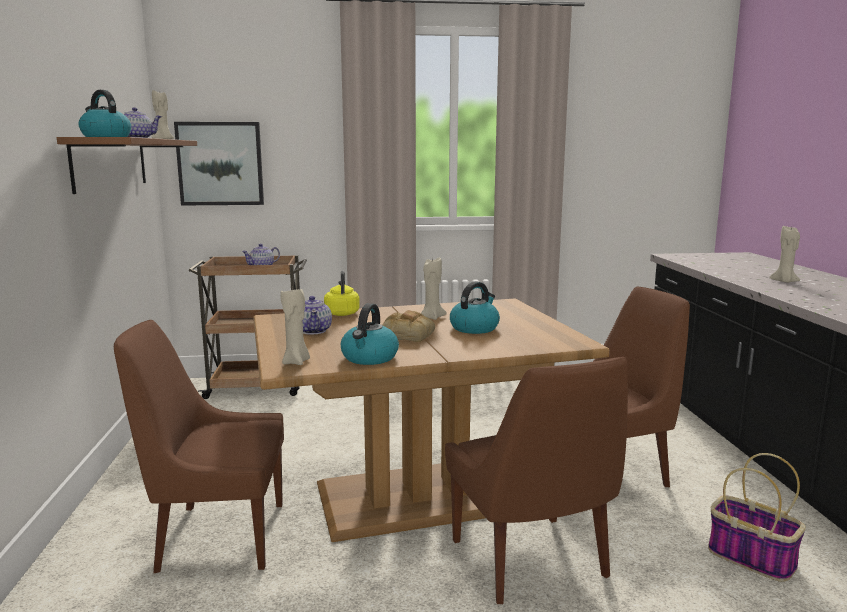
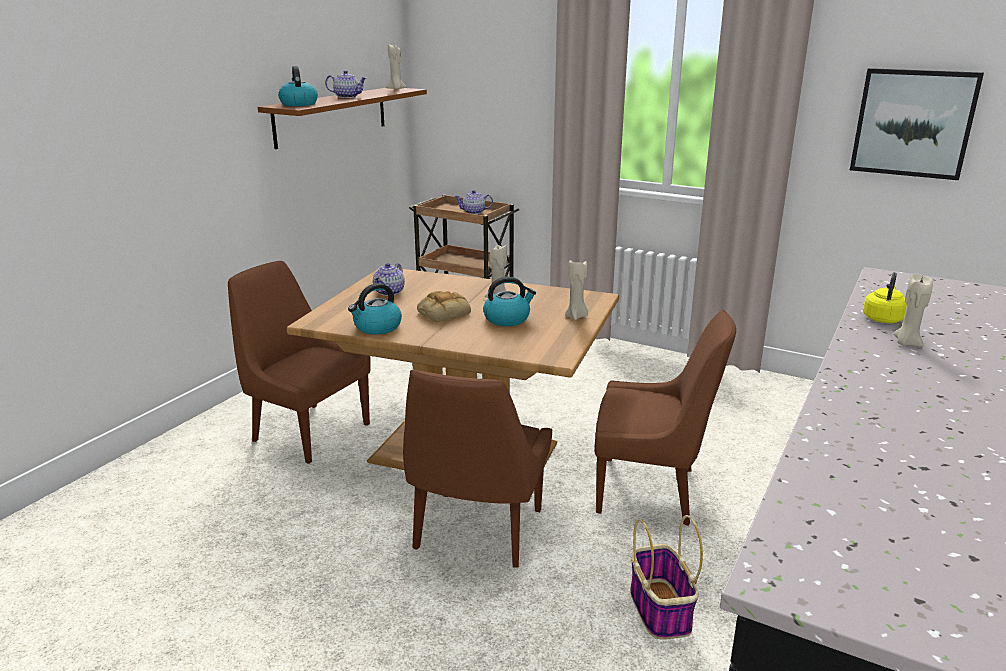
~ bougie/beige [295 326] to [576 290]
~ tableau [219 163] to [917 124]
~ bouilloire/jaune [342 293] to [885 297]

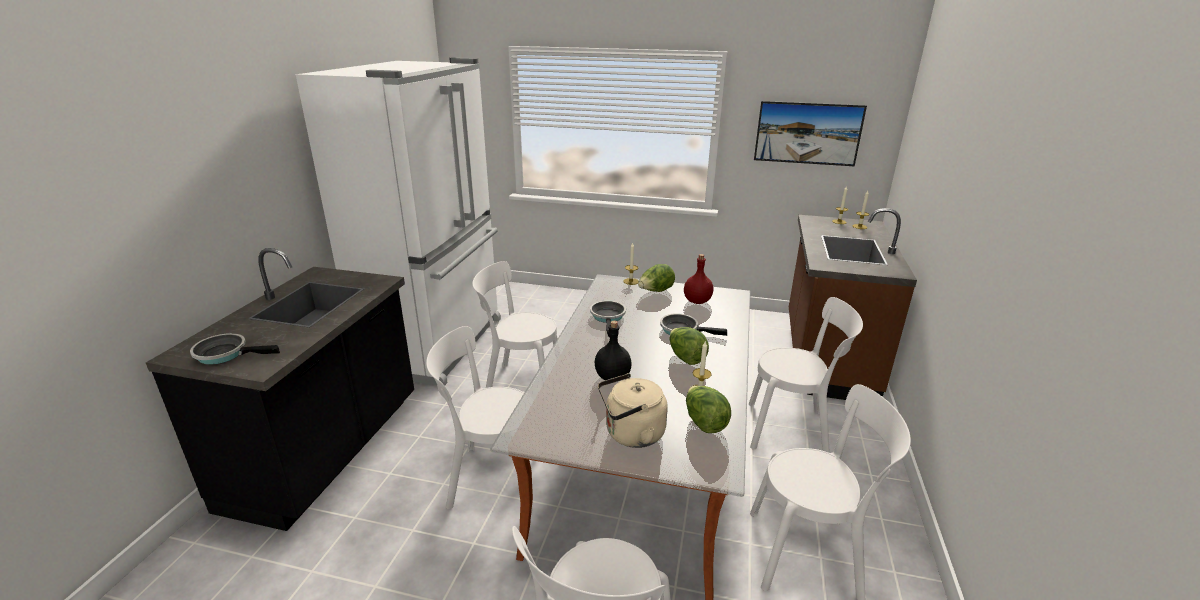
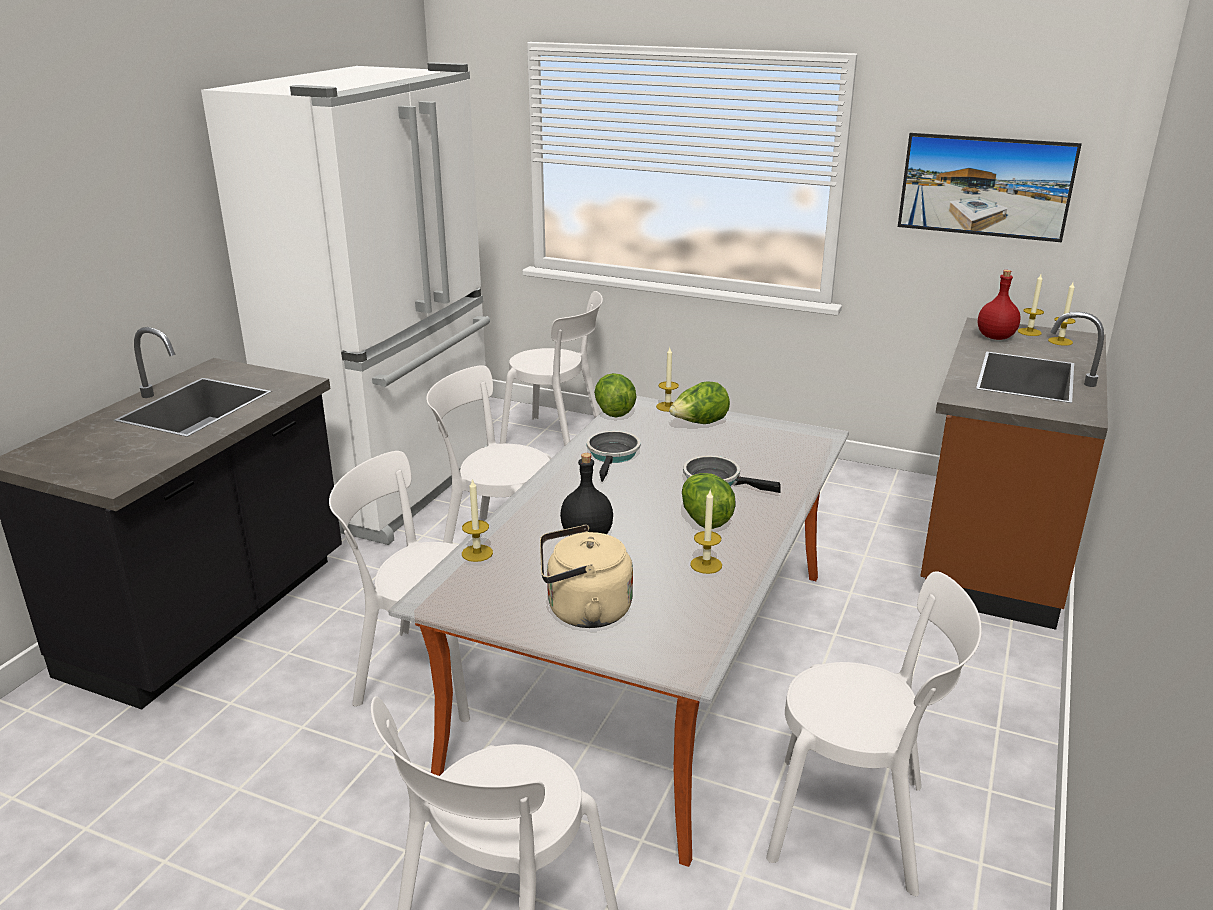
+ bougie [477 520]
~ chaise/blanc [806 375] to [551 368]
~ laitue [708 409] to [615 395]
~ bouteille/rouge [698 279] to [999 305]
- poêle [235 349]

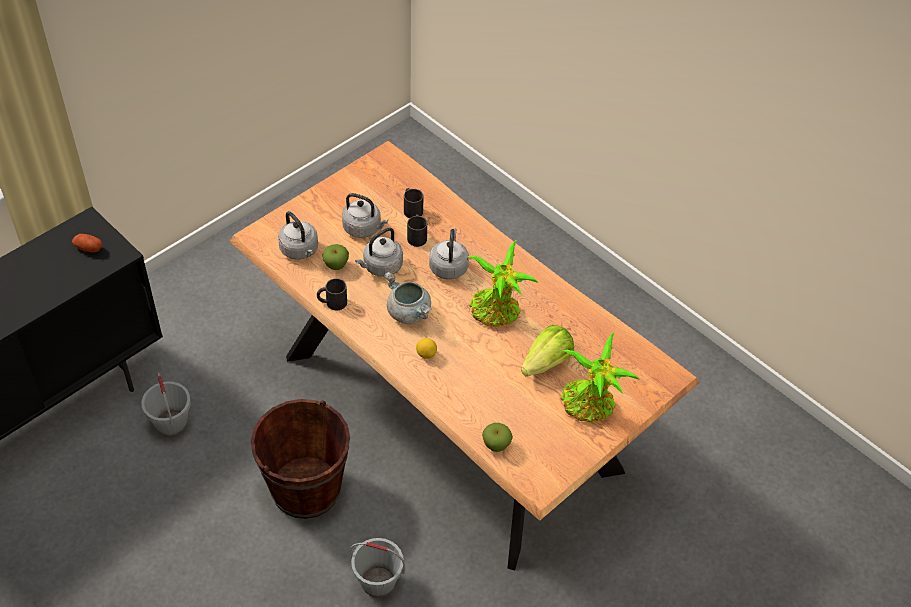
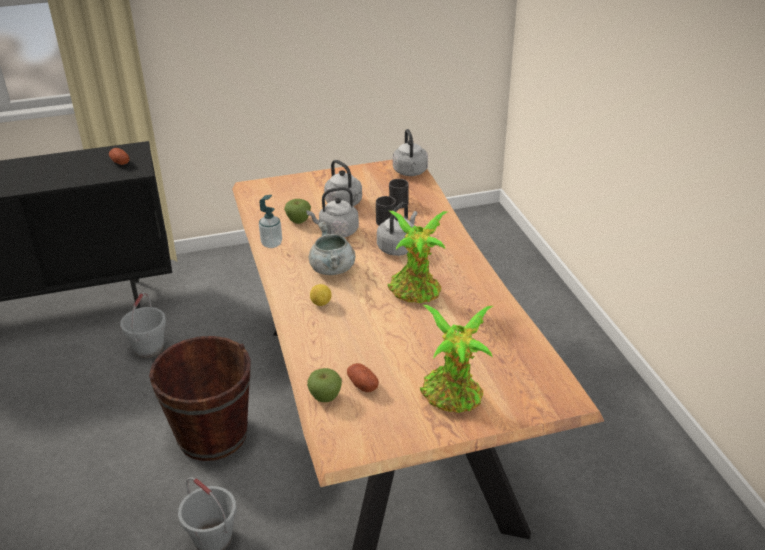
~ mug/noir [332 294] to distributeur de savon [270 221]
+ pomme de terre [363 377]
~ bouilloire/gris [298 235] to [410 152]
- laitue [547 350]

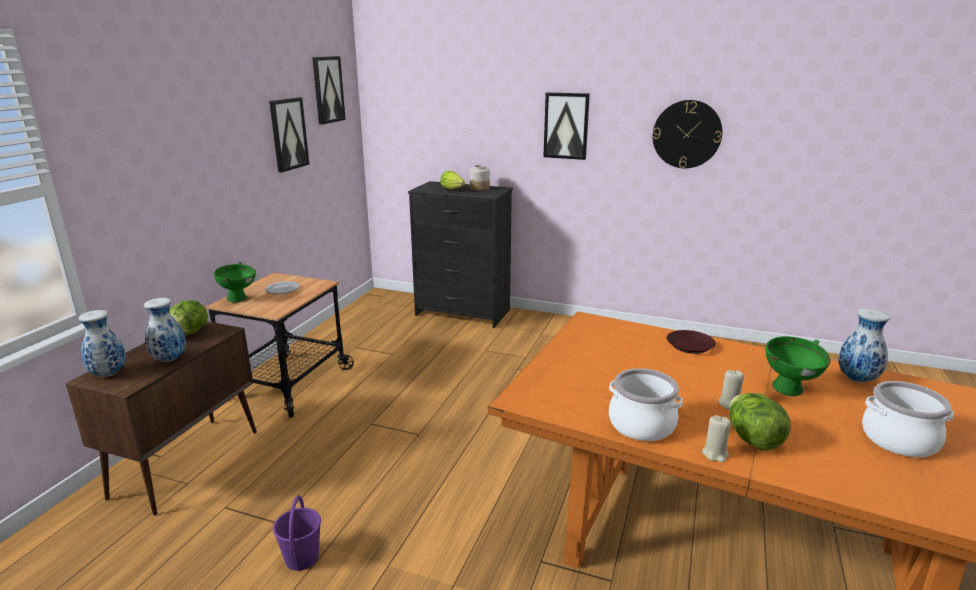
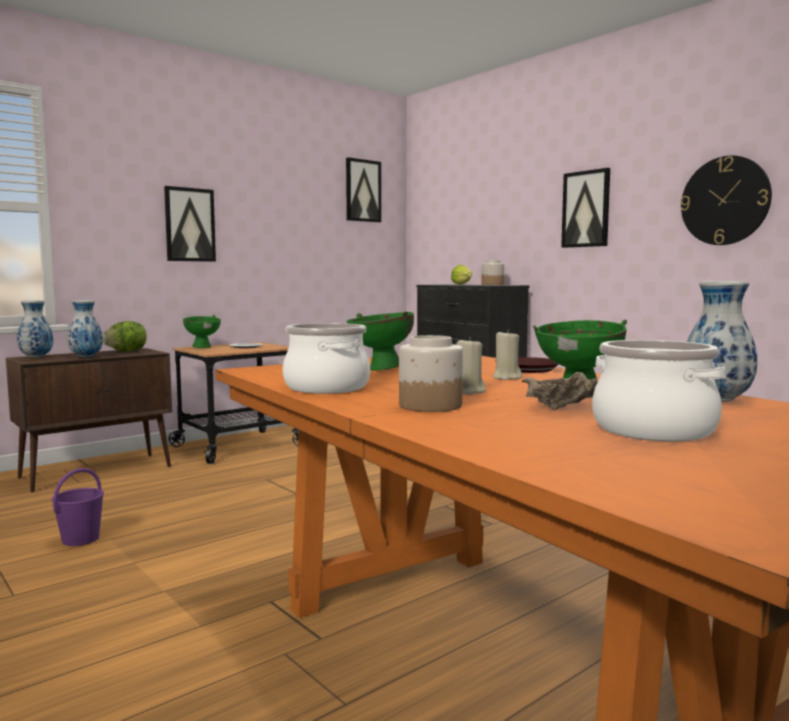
~ tableau [289 134] to [190 224]
+ bol/vert [380 341]
~ laitue [760 421] to bocal [431 373]
~ bougie/beige [716 439] to [507 354]
+ bol/beige [560 391]

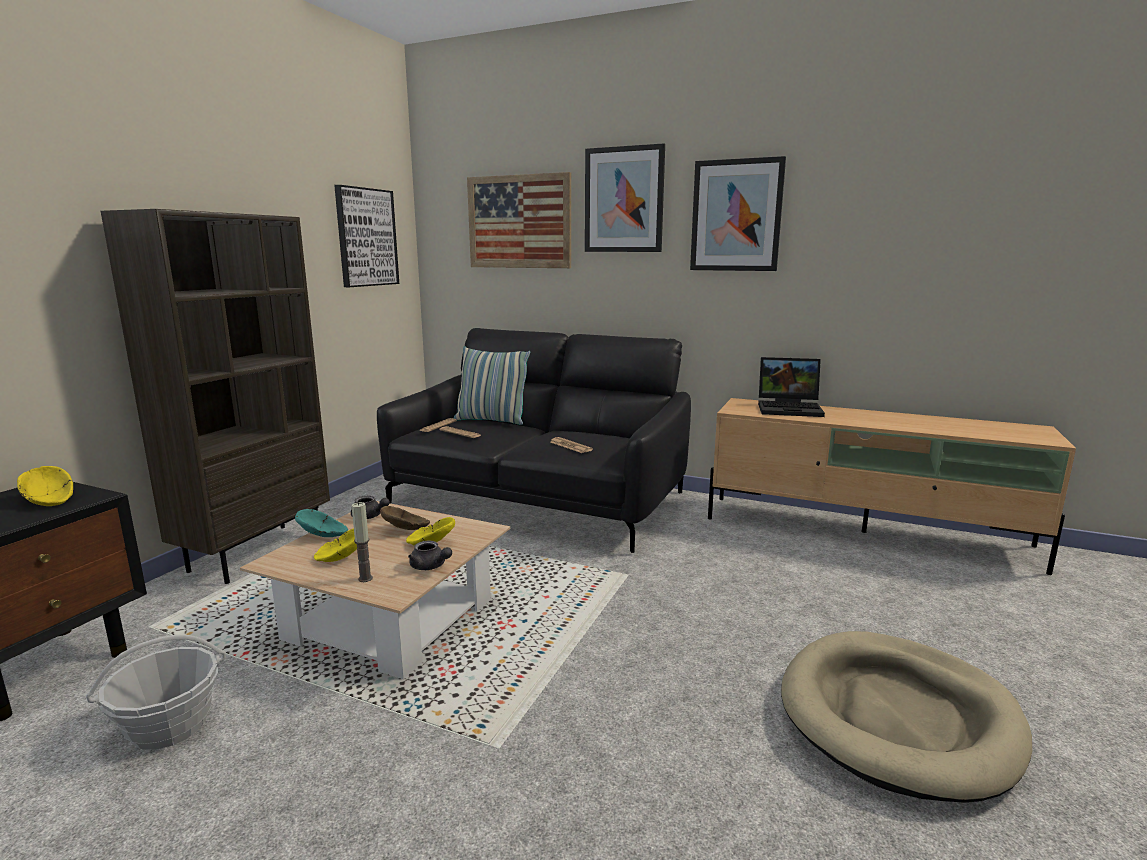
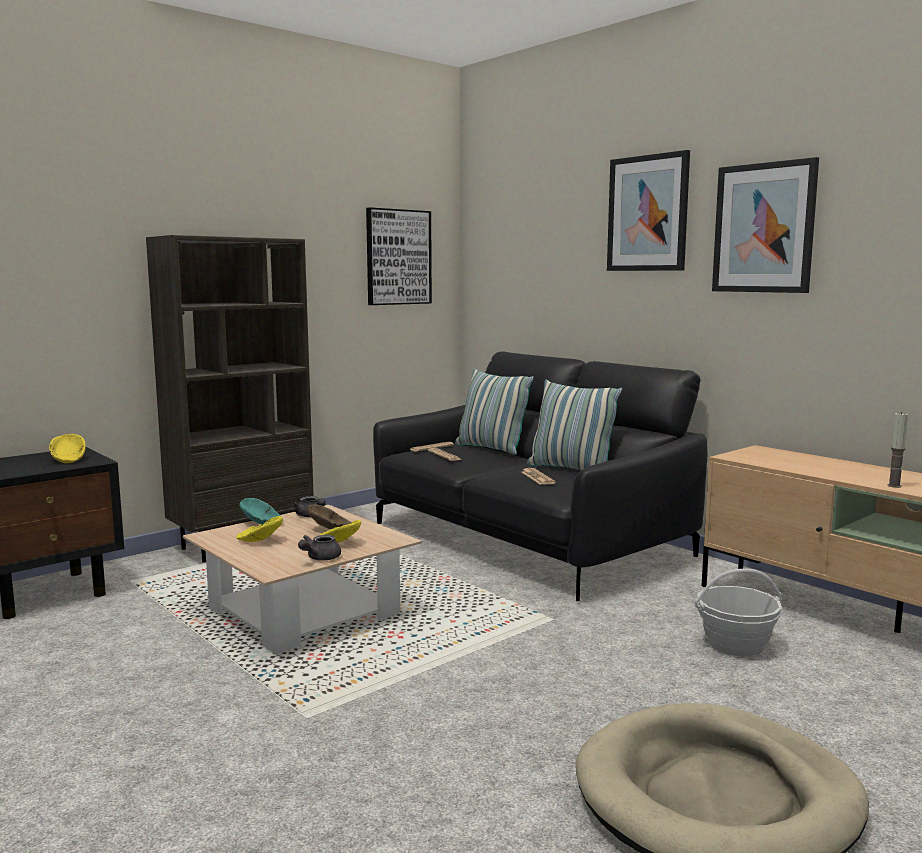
~ théière/gris [430 555] = [319 548] 60 degrees clockwise
+ coussin [574 425]
~ panier [156 692] to [738 612]
~ bougie [362 542] to [897 450]
- tableau [519 220]
- ordinateur portable [791 387]

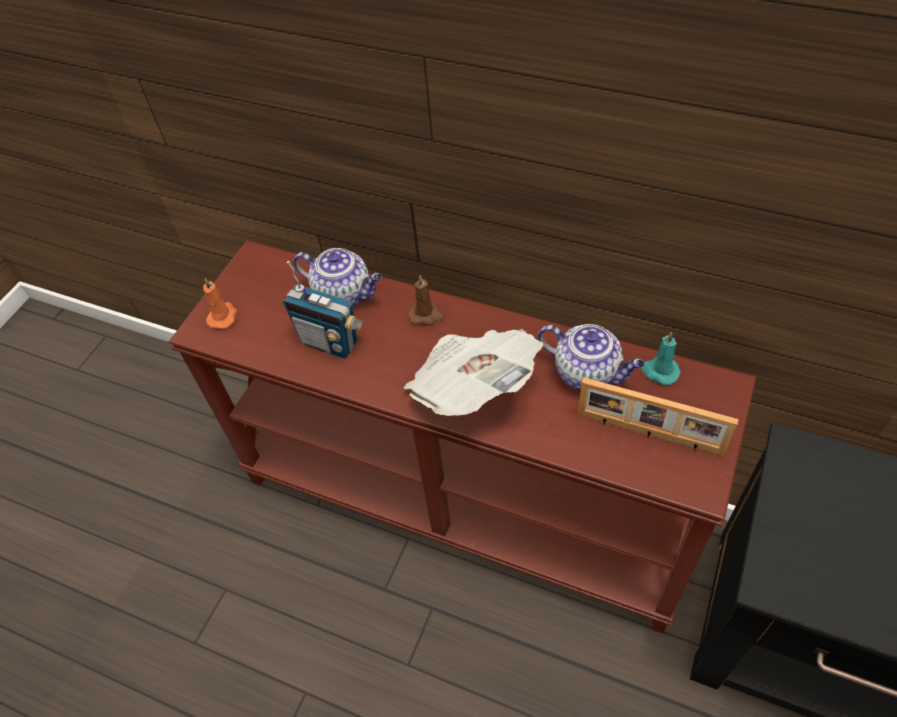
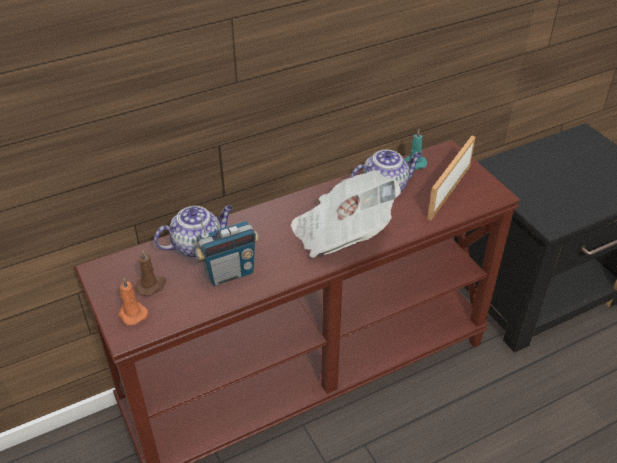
~ bougie/marron [426 300] to [150 273]
~ cadre photo [658 417] = [451 178] 150 degrees clockwise

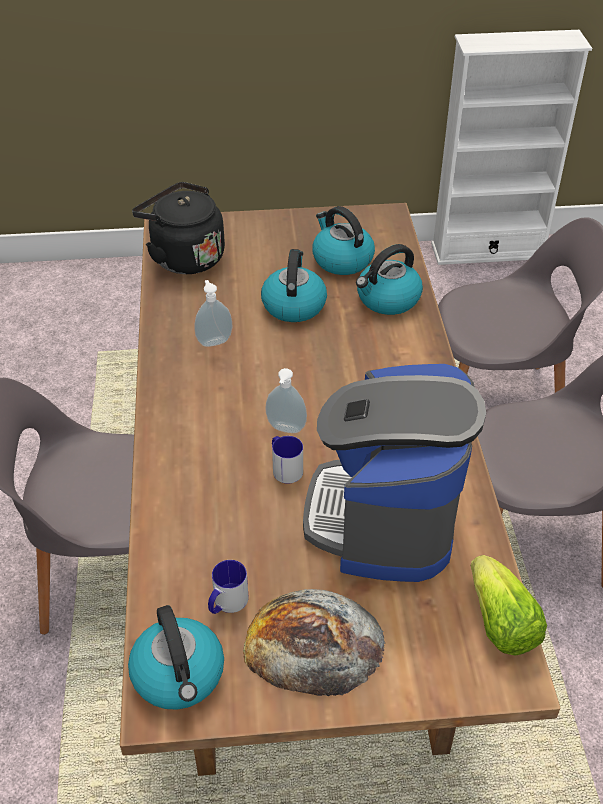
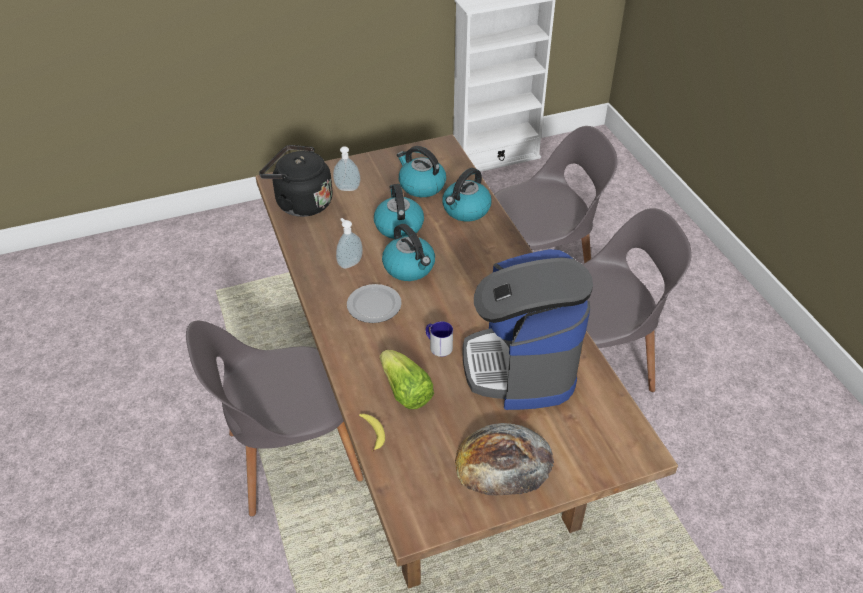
~ distributeur de savon [286 400] to [346 168]
+ assiette [374 303]
+ banane [372 433]
~ laitue [509 605] to [407 379]
~ bouilloire [176 657] to [408 252]
- mug [228 587]

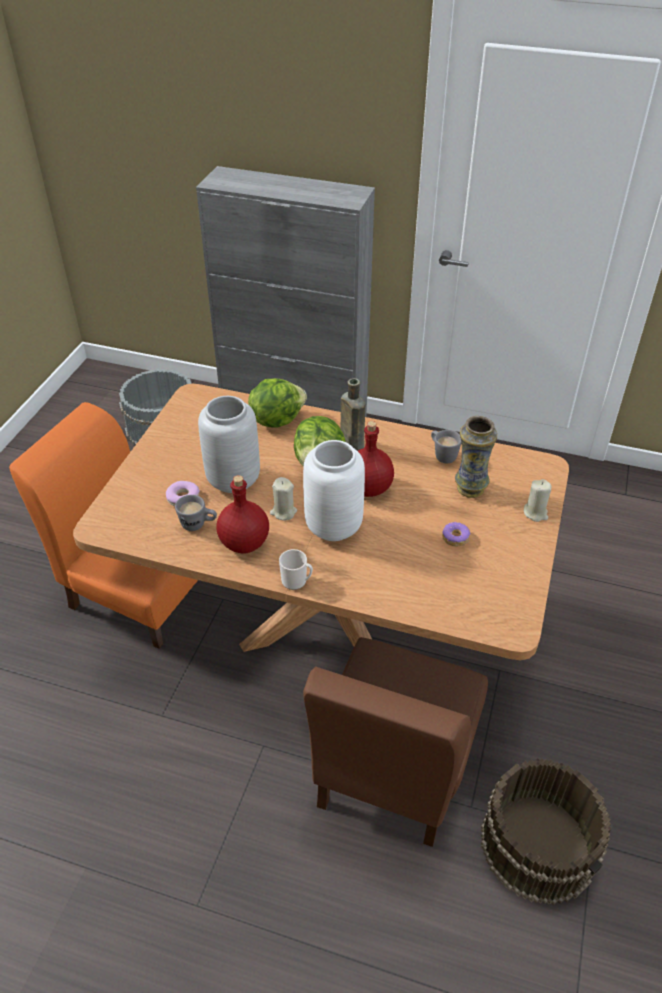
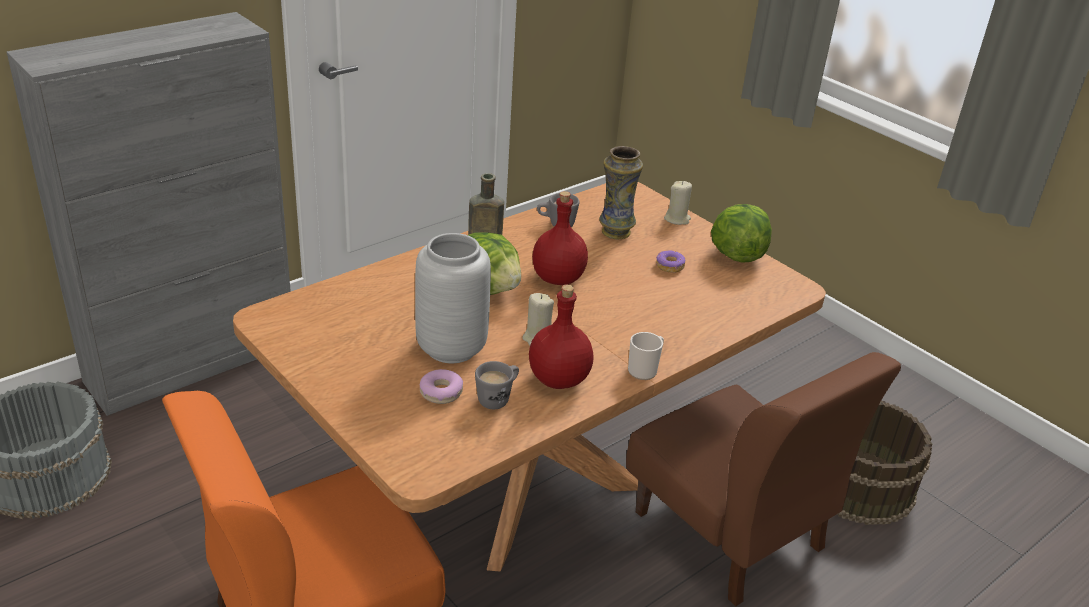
~ laitue [277 403] to [741 233]
- vase/blanc [334 490]

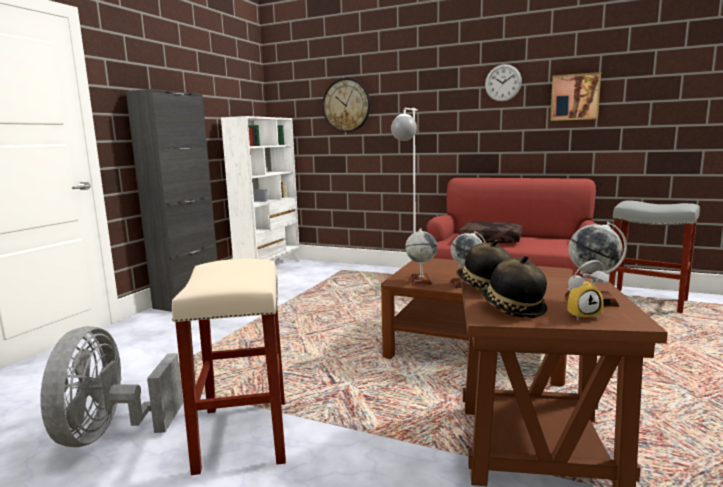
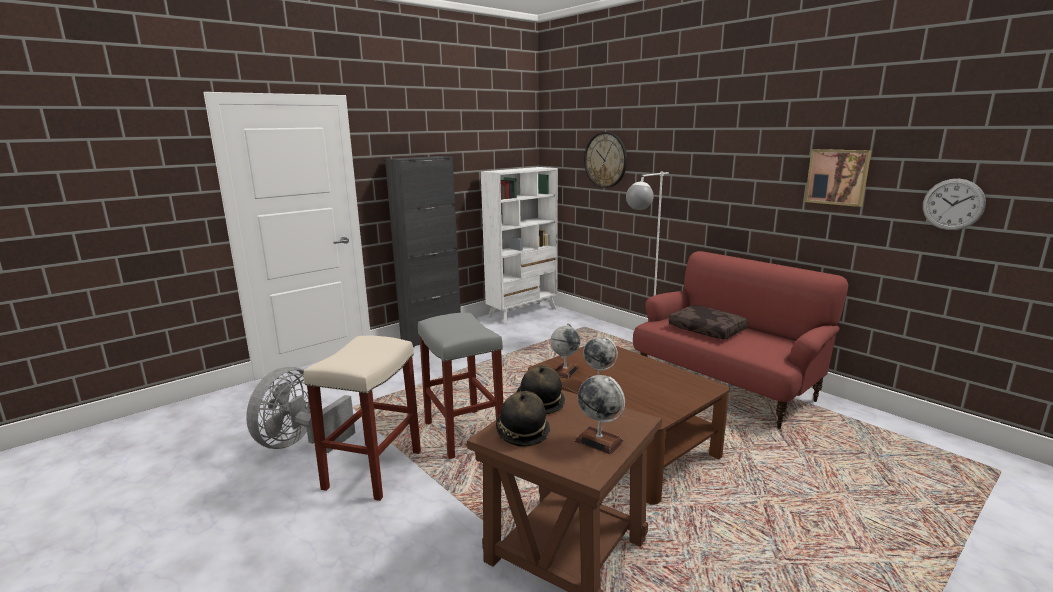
~ tabouret/gris [654 256] to [460 386]
~ horloge murale [503 83] to [954 204]
- réveil [587 290]

